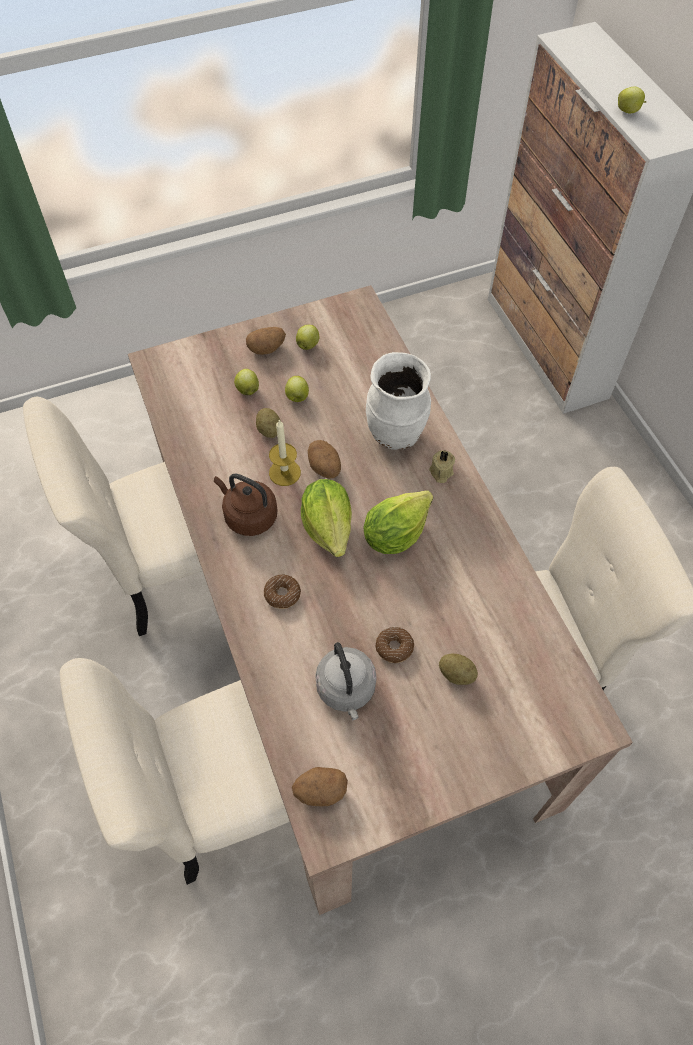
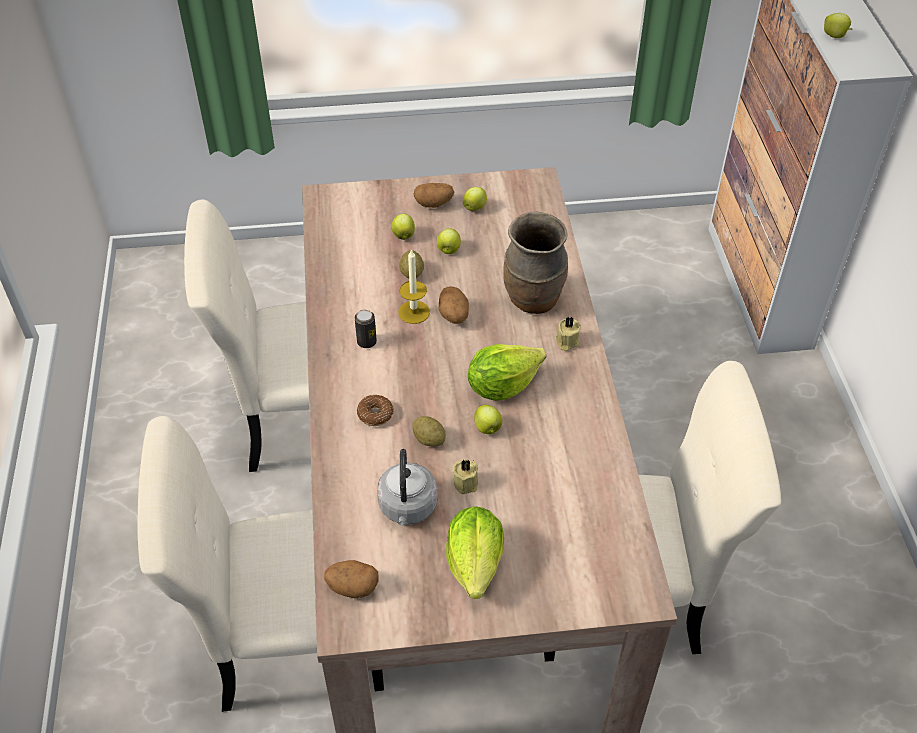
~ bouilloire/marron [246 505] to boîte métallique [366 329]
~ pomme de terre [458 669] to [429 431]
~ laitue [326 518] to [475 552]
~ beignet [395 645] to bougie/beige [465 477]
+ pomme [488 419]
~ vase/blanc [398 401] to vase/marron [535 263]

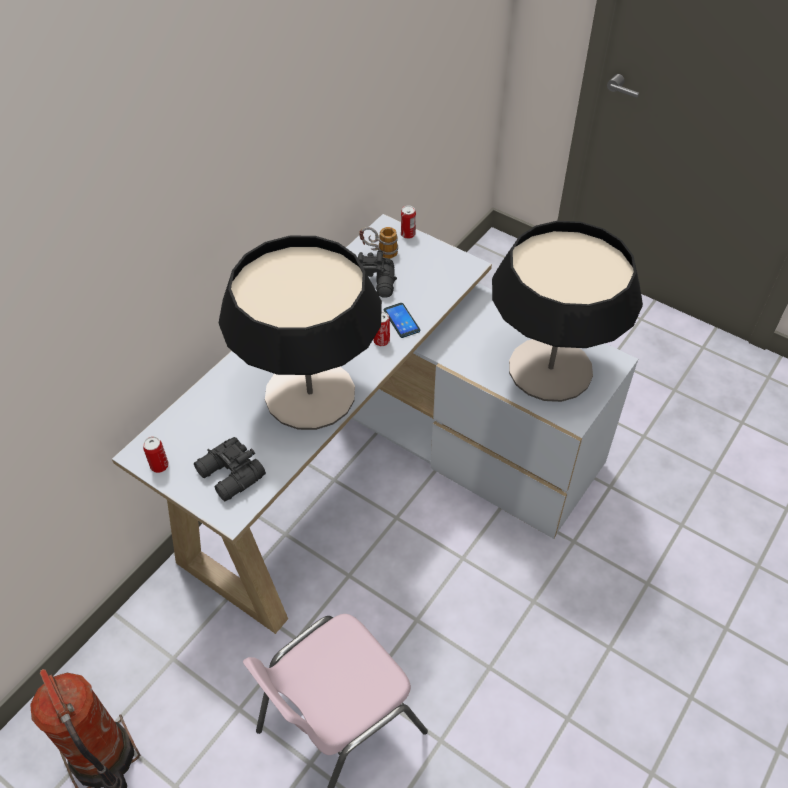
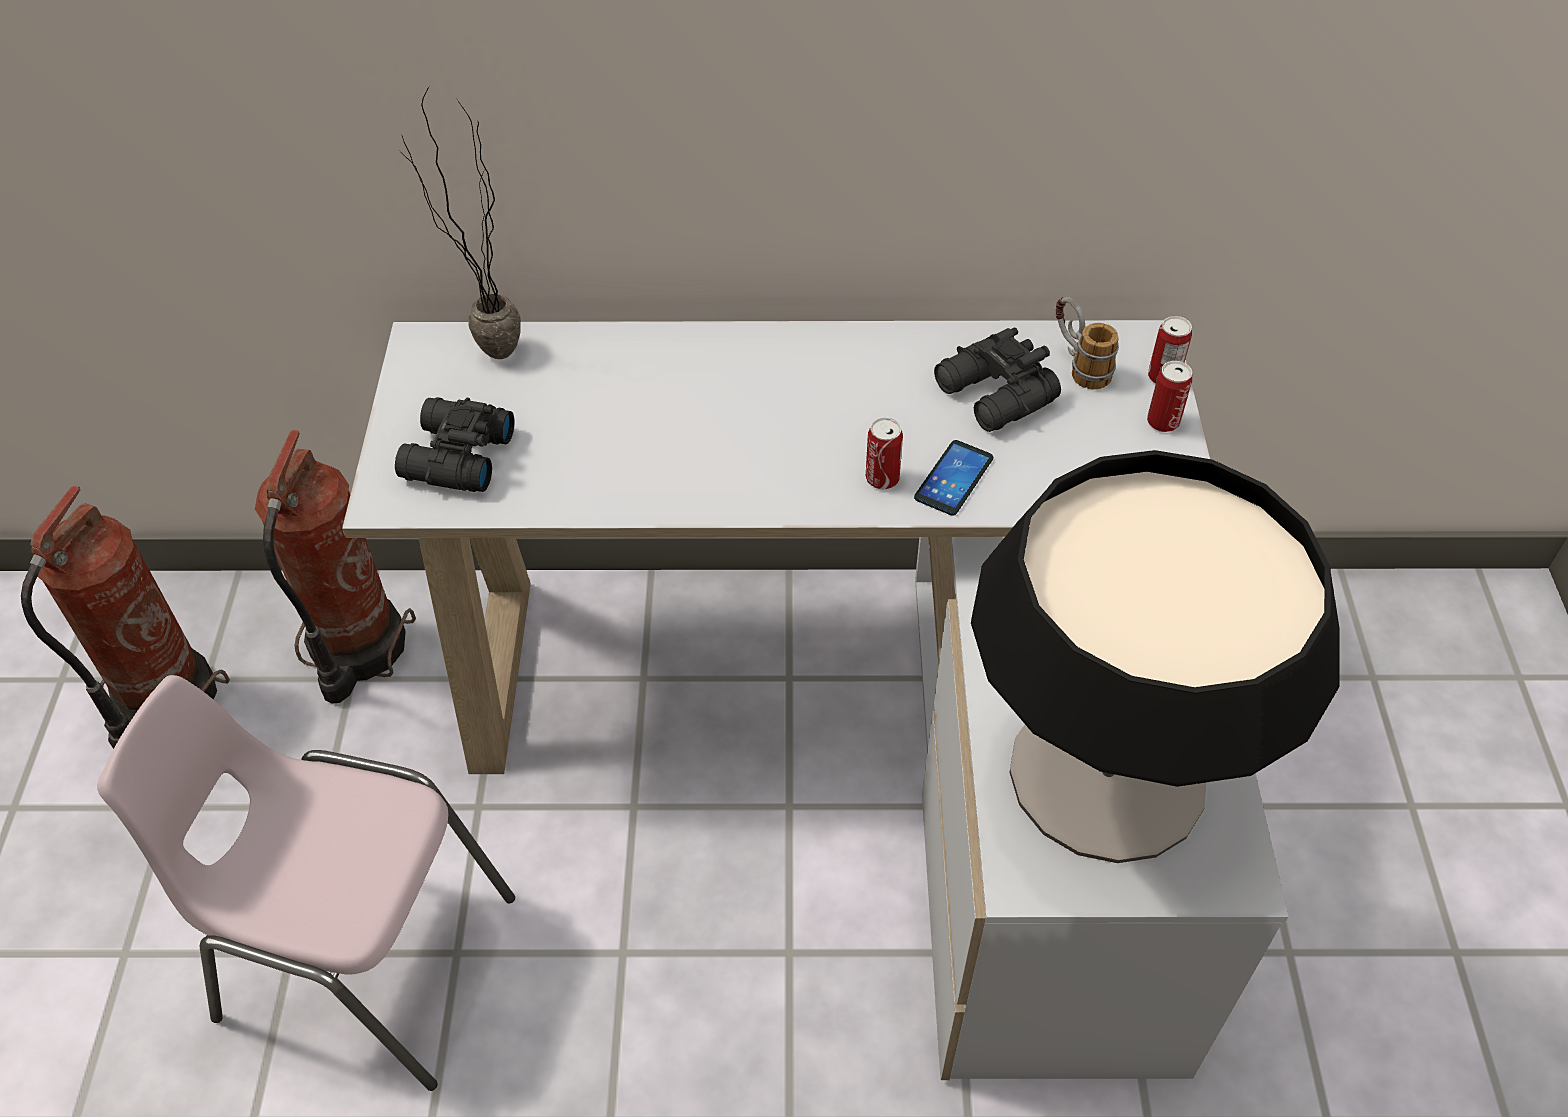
+ extincteur [335 566]
+ plante en pot [459 222]
~ boîte métallique [155 454] to [1169 396]
- lampe de table [300 333]

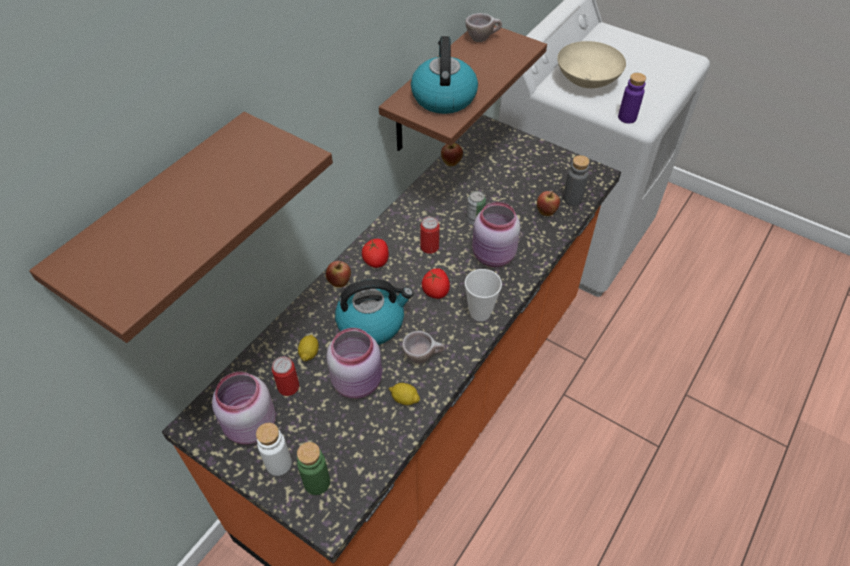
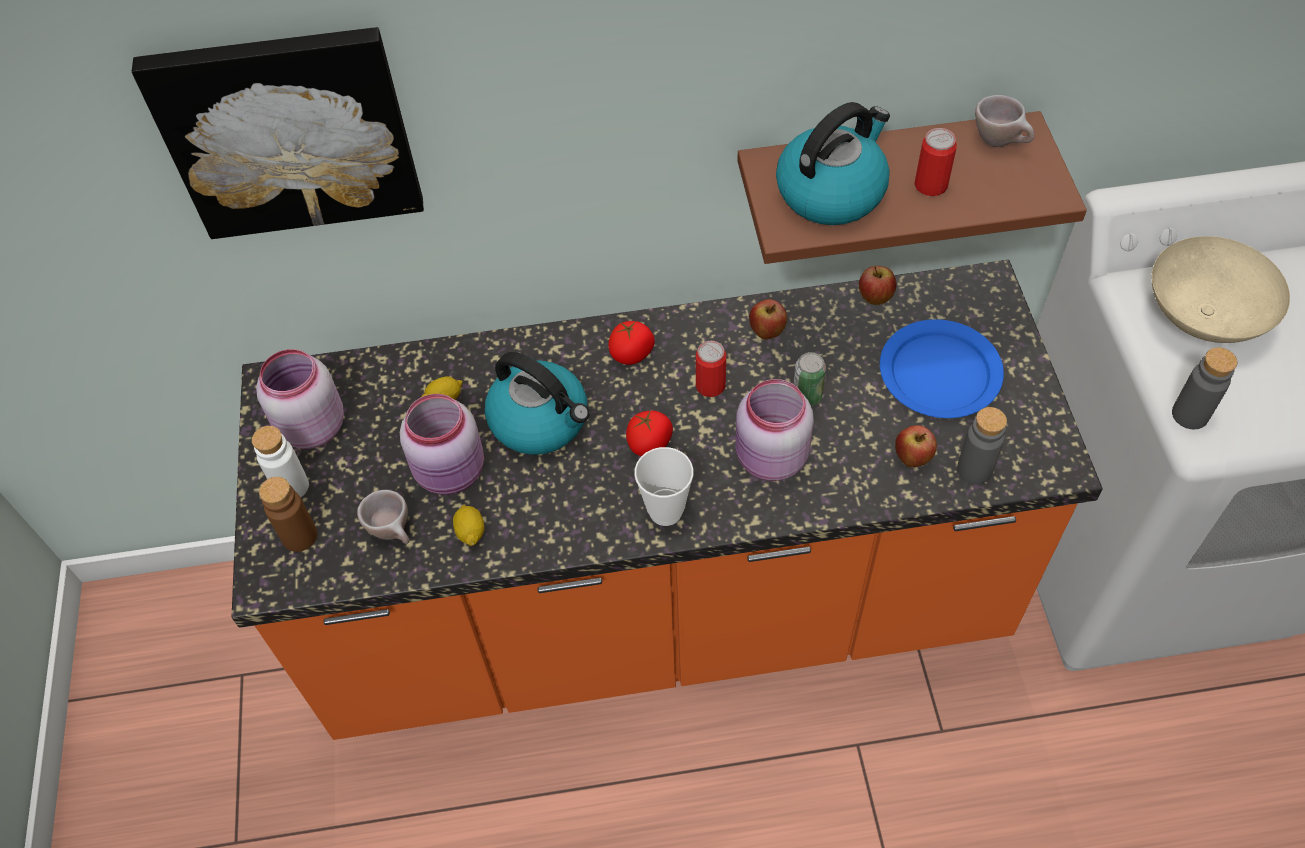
~ étagère/marron [181 227] to tableau [278 133]
~ bouteille/vert [313 468] to bouteille/marron [288 514]
~ tasse/beige [423 347] to [383 517]
~ pomme [338 274] to [768 319]
+ assiette/bleu [942 368]
~ boîte métallique [285 376] to [935 162]
~ bouteille/violet [632 98] to bouteille/gris [1204 388]

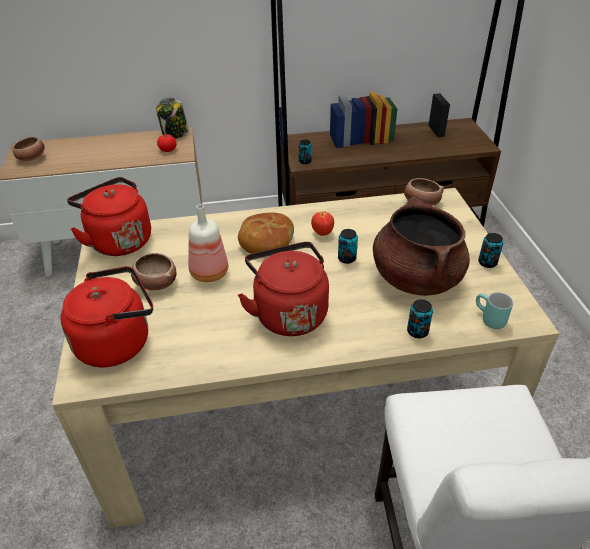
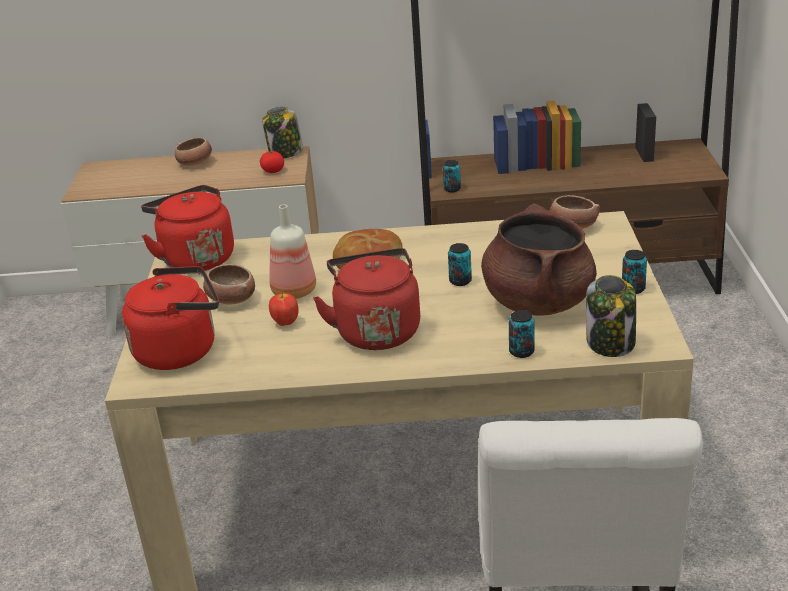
~ bol [29 149] to [193 151]
~ pomme [322 223] to [283 309]
~ mug/turquoise [494 310] to bocal [611 316]

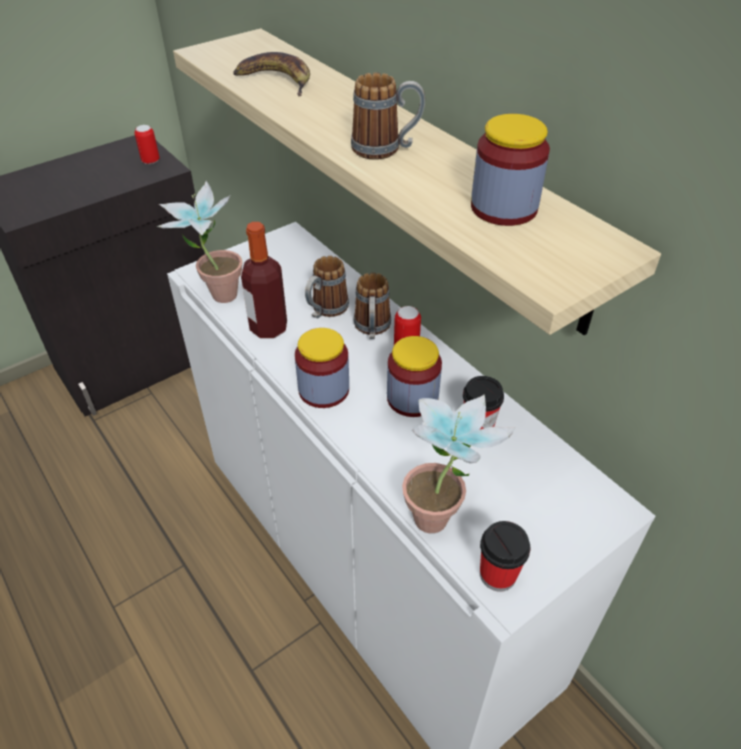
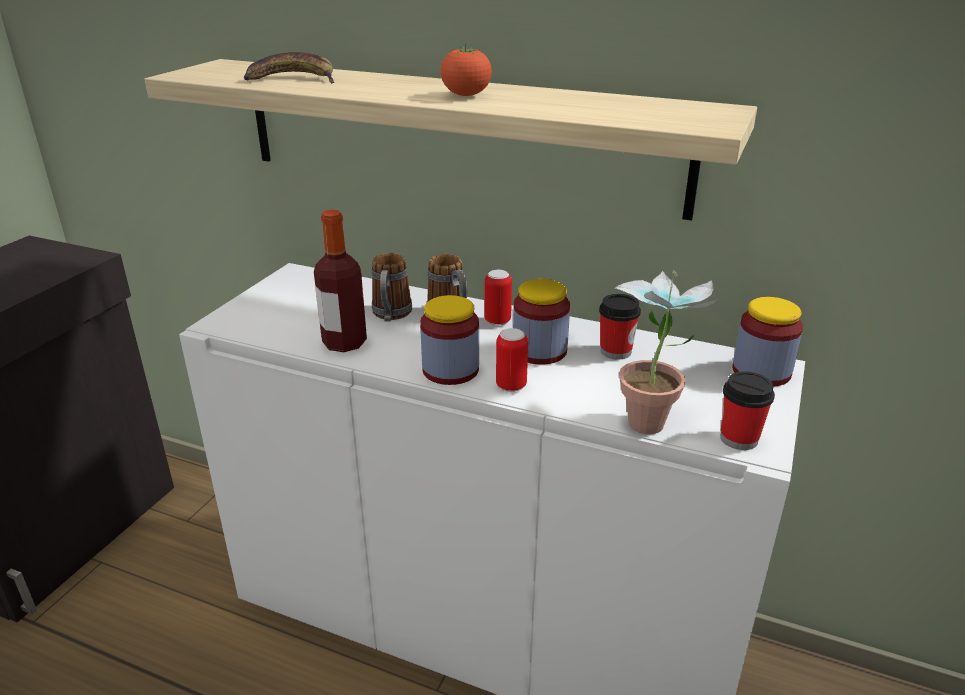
~ mug [388 116] to tomate [466 69]
~ boîte métallique [147 144] to [512 360]
~ bocal [510 170] to [767 342]
- plante en pot [199 242]

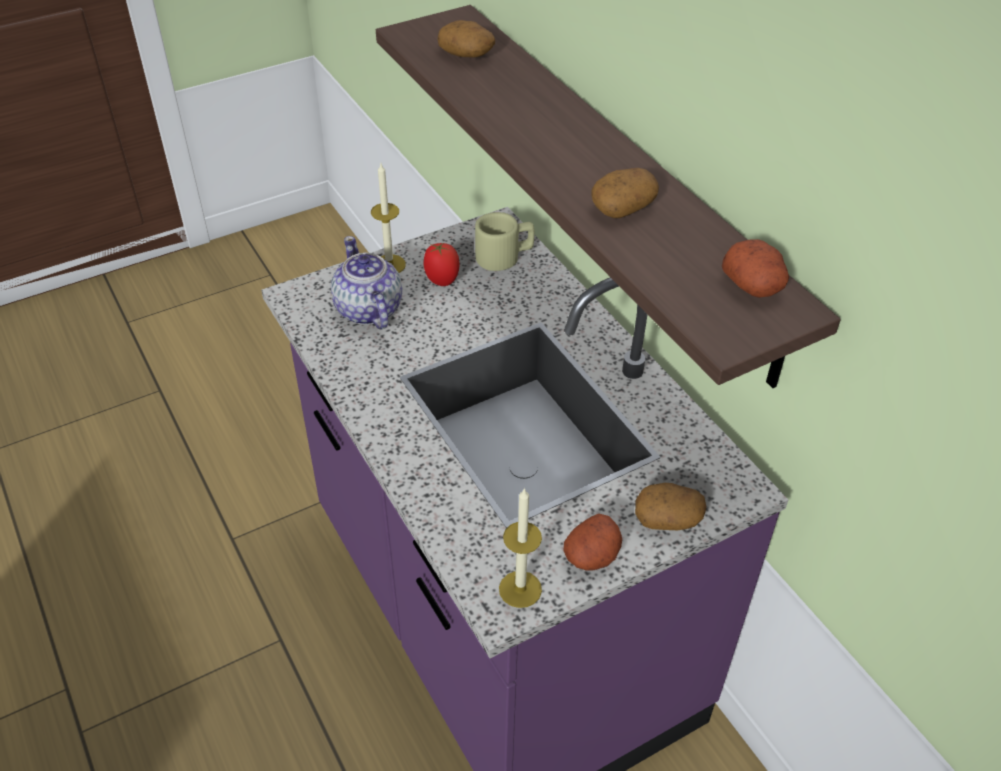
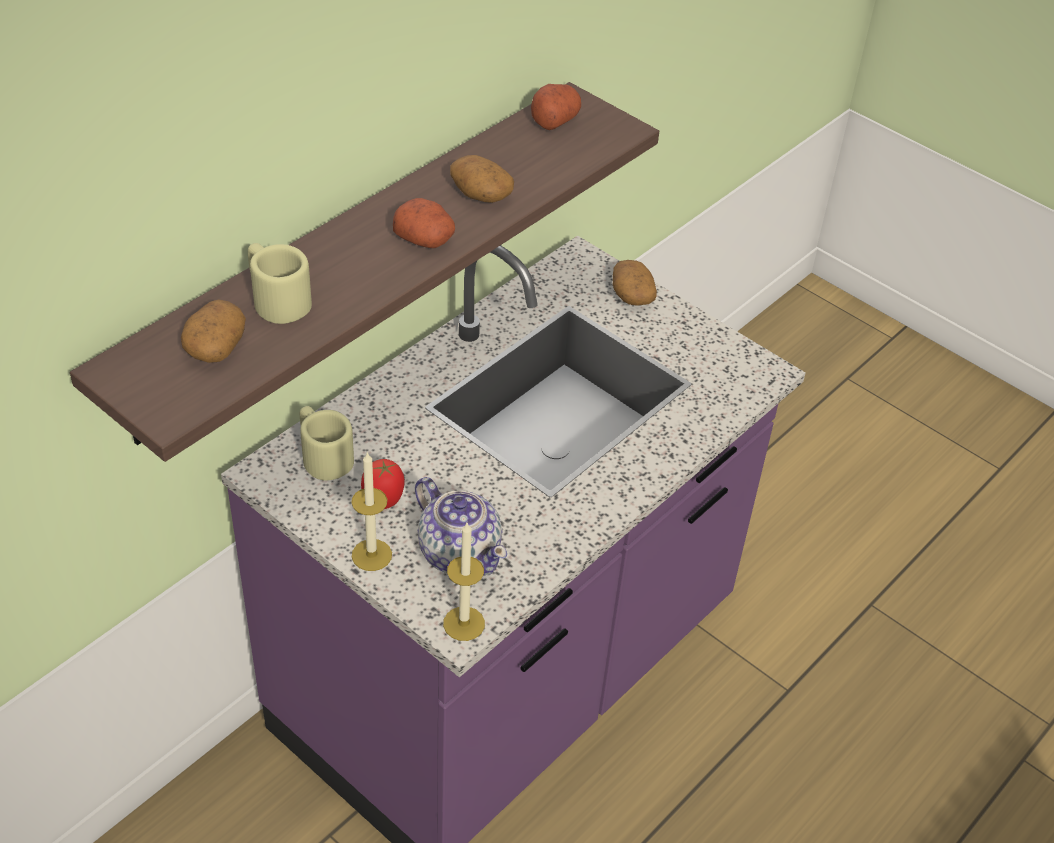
+ mug/beige [280 283]
~ pomme de terre [593 542] to [424 223]
~ théière [366 283] = [461 526] 90 degrees counterclockwise
~ bougie [520 548] to [464 582]

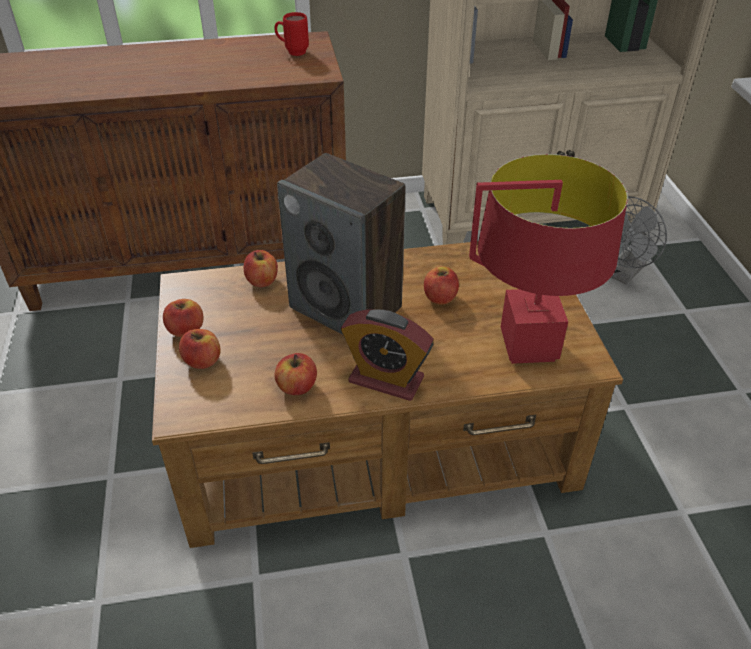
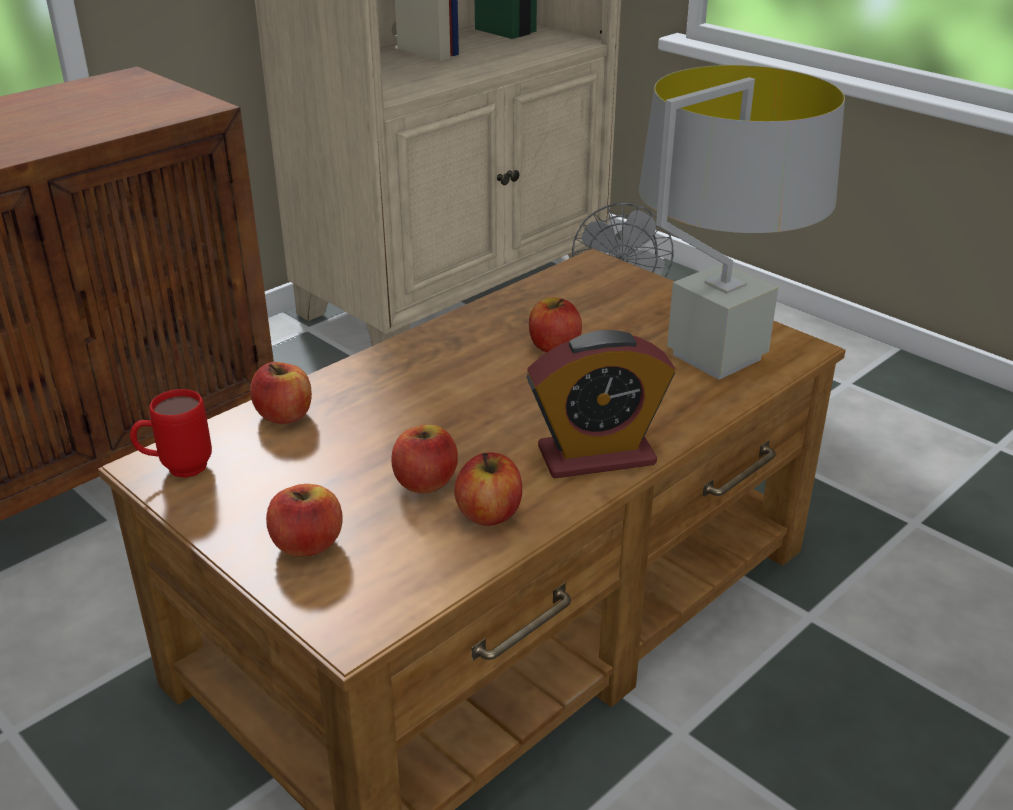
~ mug/rouge [291 34] to [171 433]
~ pomme [183 318] to [424 459]
~ lampe de table/rouge [548 259] to lampe de table/gris [742 222]
- enceinte [341 244]

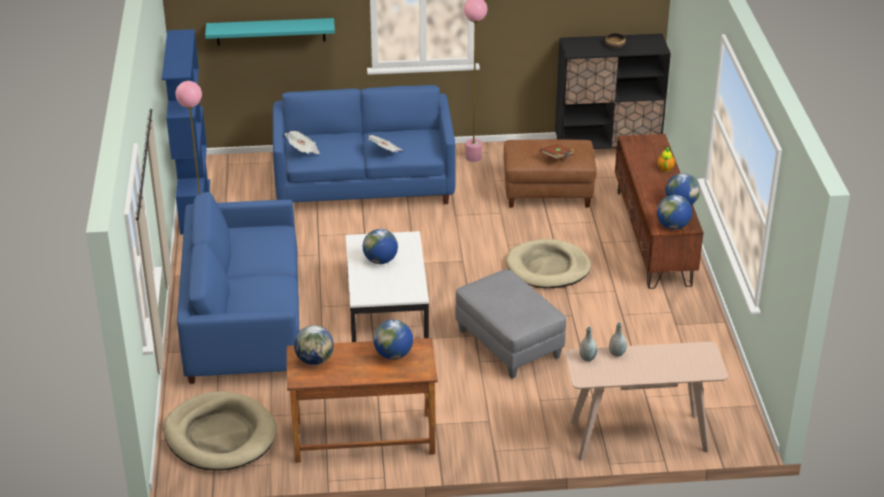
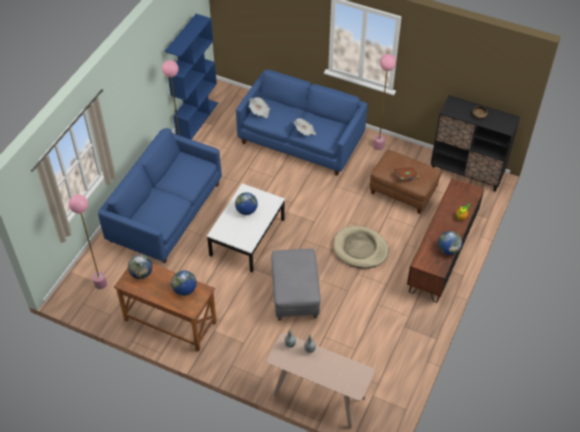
~ panier pour chien/beige [220 430] to lampadaire/rose [88 242]
- étagère/turquoise [270 32]
- globe [674 212]

